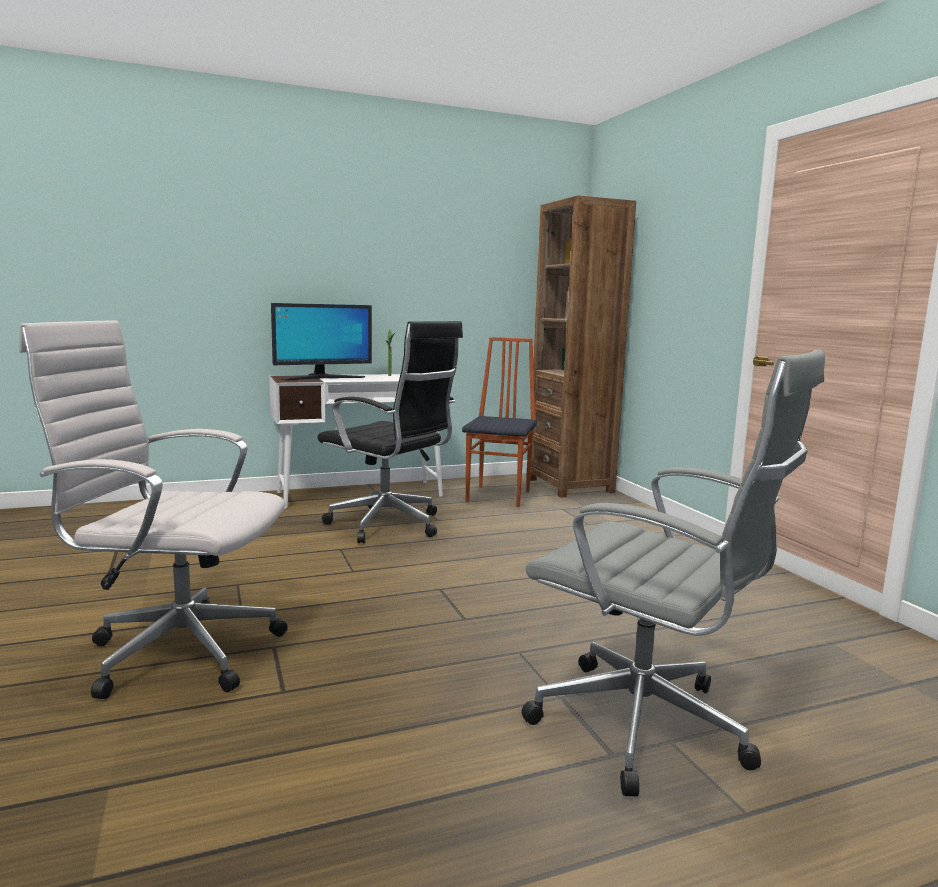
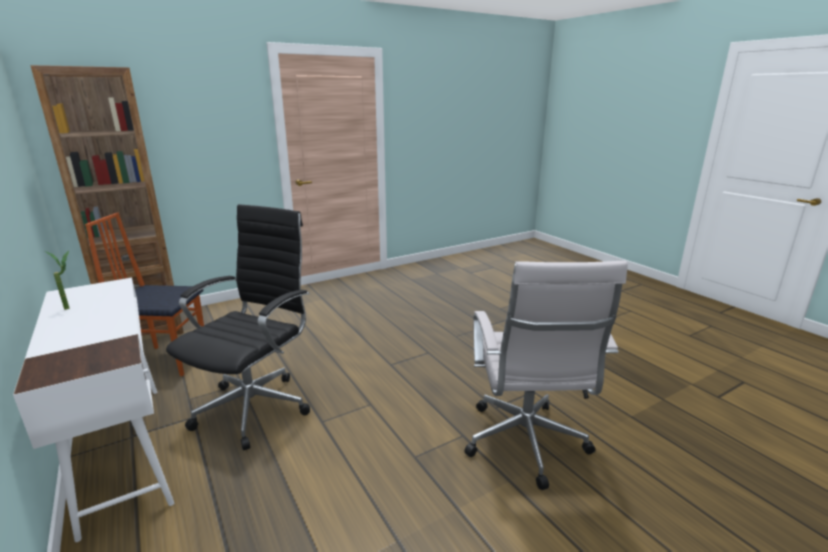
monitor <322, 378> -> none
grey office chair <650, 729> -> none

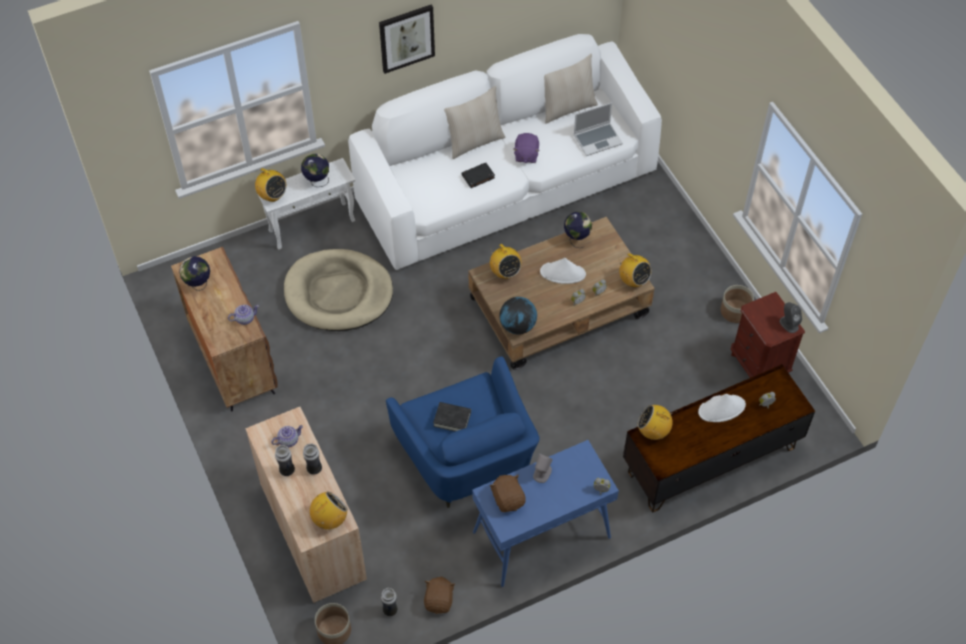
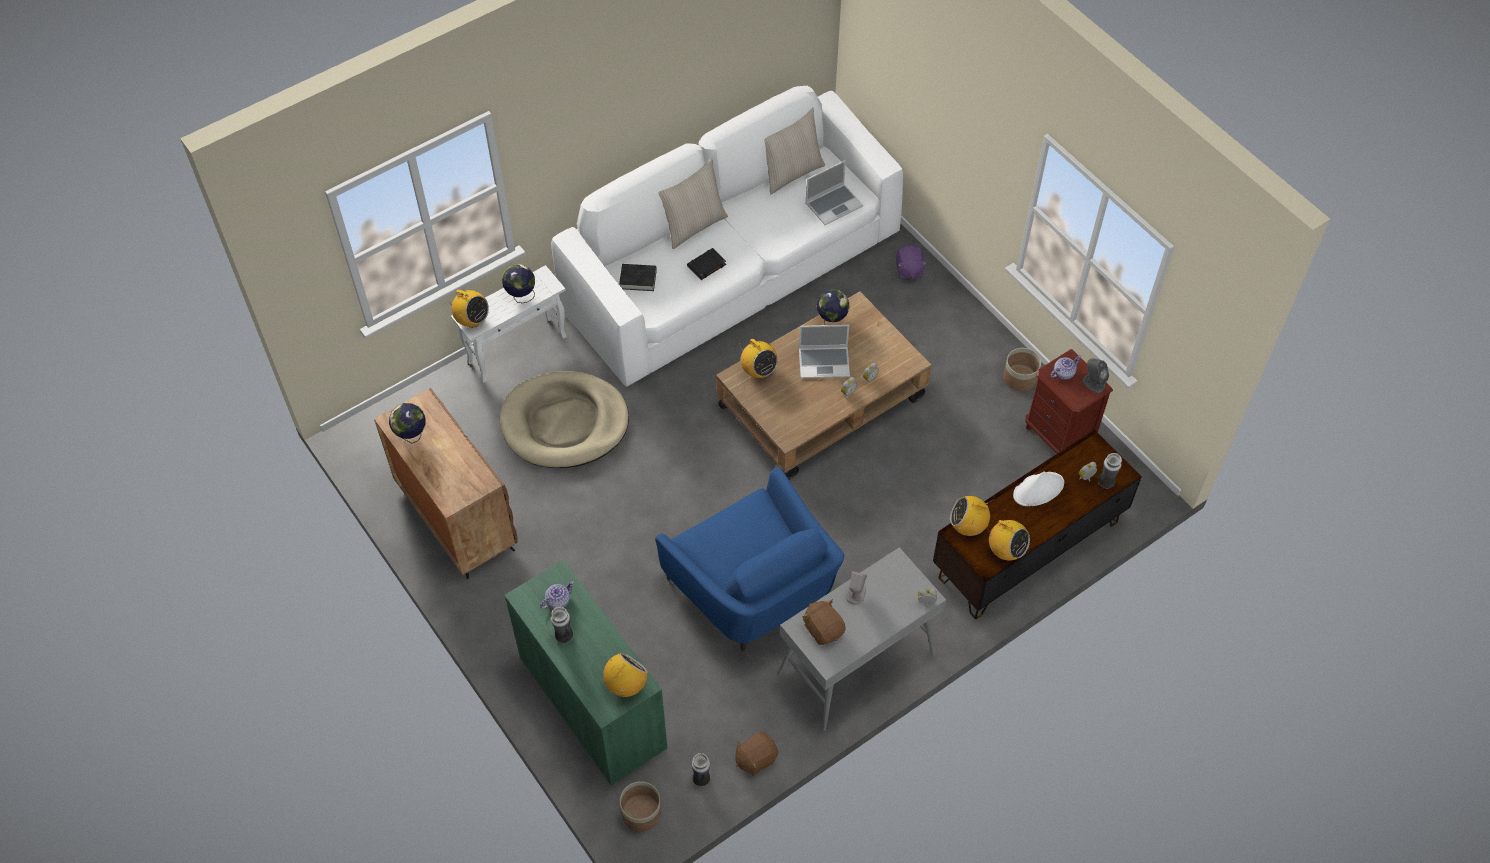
picture <406, 38> -> none
purple plush toy <526, 155> -> purple plush toy <908, 270>, move
radio <633, 280> -> radio <1005, 551>, move
white hat <563, 273> -> laptop <824, 362>
globe <518, 326> -> none
teapot <244, 318> -> teapot <1063, 373>, move
black book <452, 419> -> black book <638, 279>, move
beige cabinet <313, 531> -> green cabinet <593, 703>
blue console table <541, 536> -> grey console table <856, 666>
vase <314, 469> -> vase <1106, 483>, move
brown plush toy <439, 600> -> brown plush toy <755, 758>, 120 degrees counterclockwise

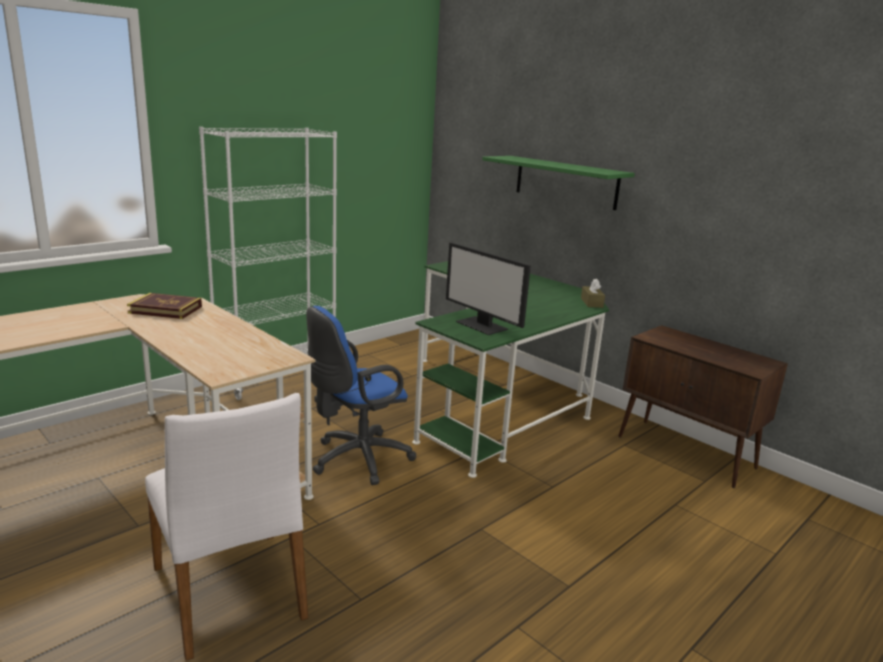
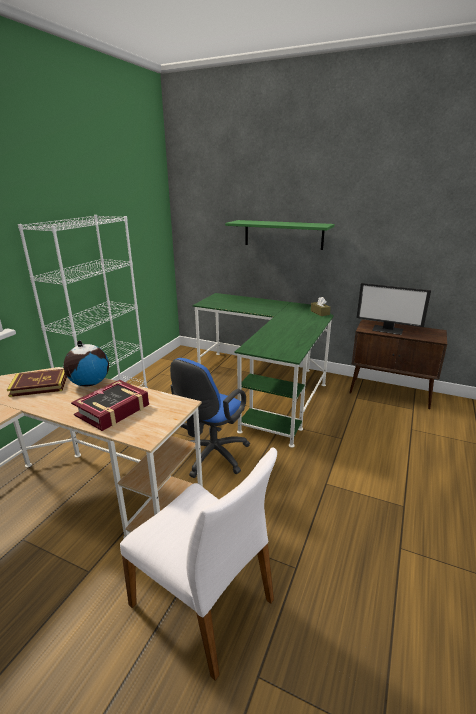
monitor <483, 325> -> monitor <388, 329>, move
none -> globe <89, 383>
none -> book <113, 410>

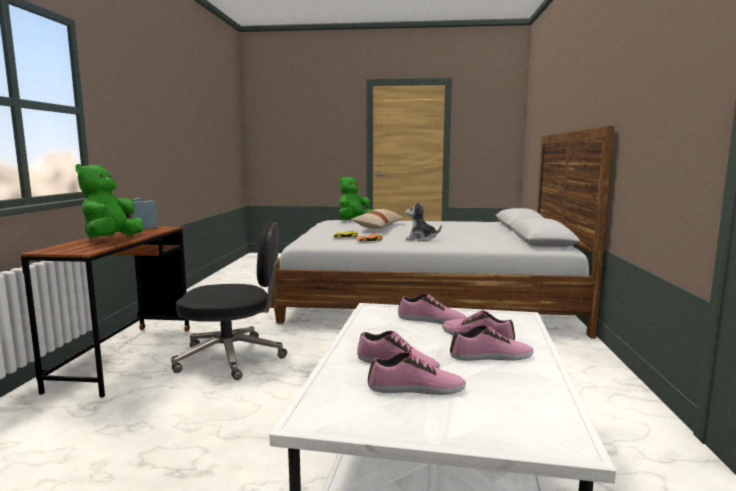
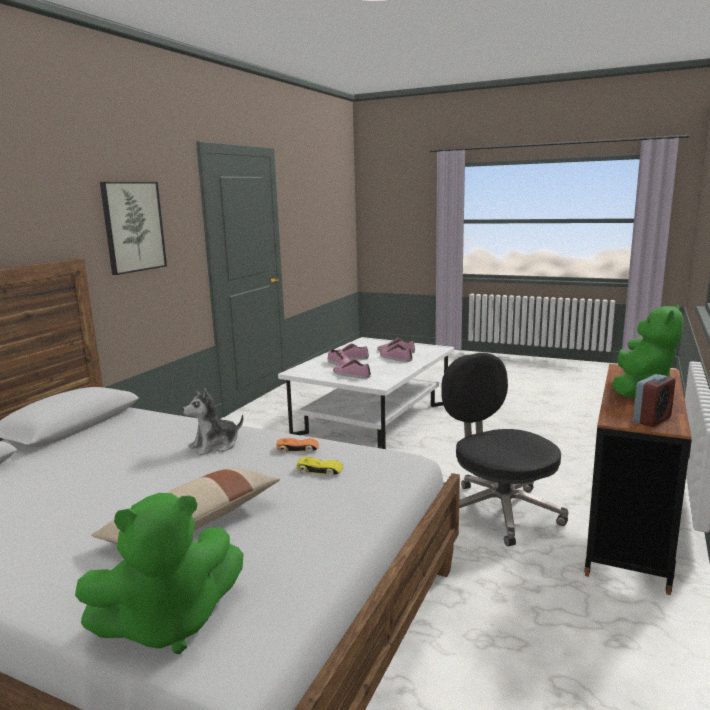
plush toy <421, 239> -> plush toy <215, 446>, 105 degrees clockwise
black office chair <232, 357> -> black office chair <499, 510>, 45 degrees clockwise
none -> picture <133, 226>

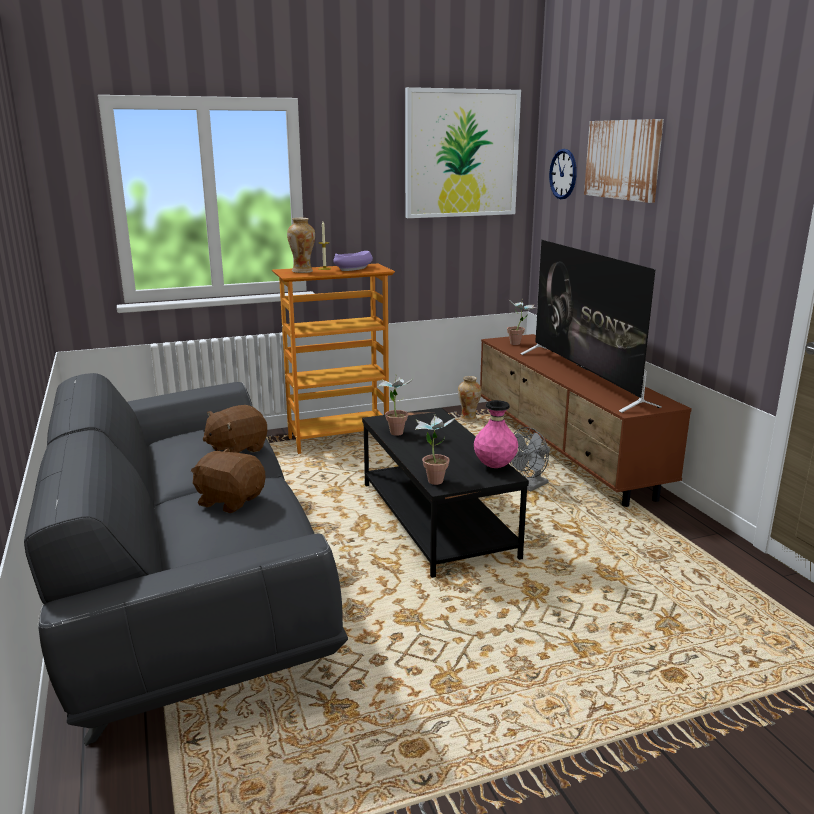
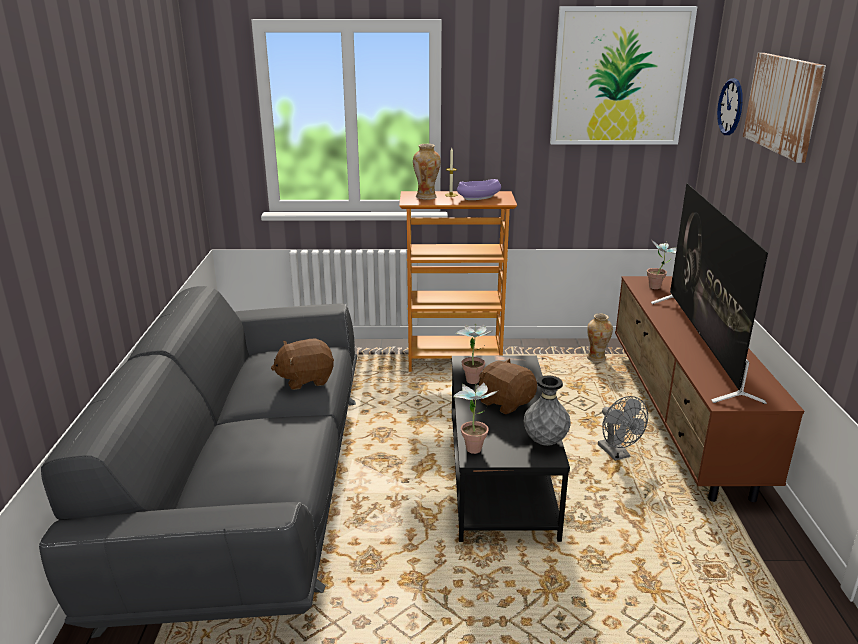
pink vase <495, 466> -> grey vase <545, 442>
grey fan <529, 487> -> grey fan <617, 454>, 90 degrees counterclockwise
brown plush toy <230, 501> -> brown plush toy <506, 402>, move

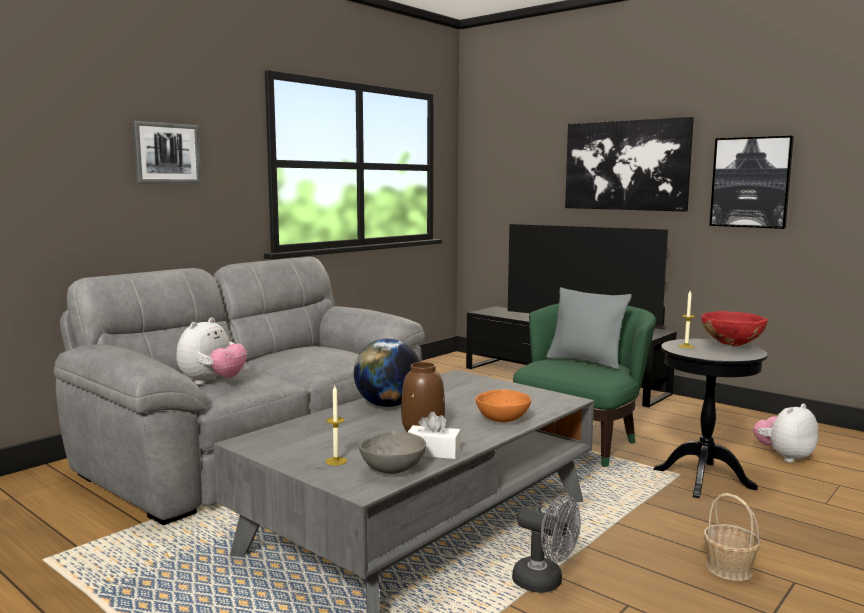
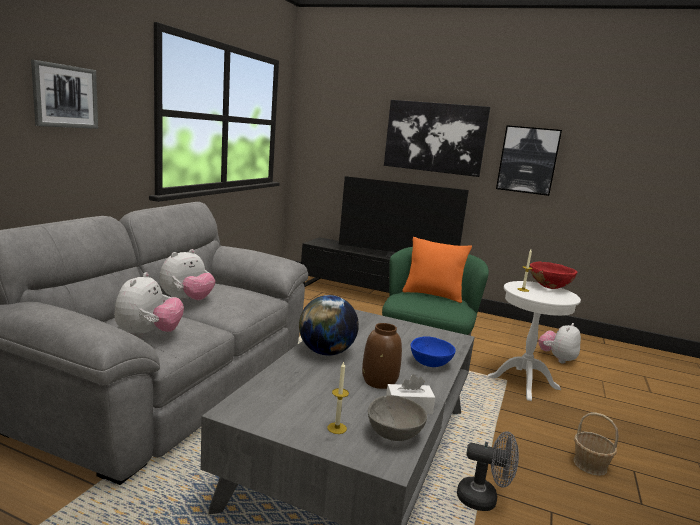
grey pillow <585, 361> -> orange pillow <432, 295>
black side table <703, 479> -> white side table <523, 383>
orange bowl <502, 420> -> blue bowl <430, 364>
none -> plush toy <187, 300>

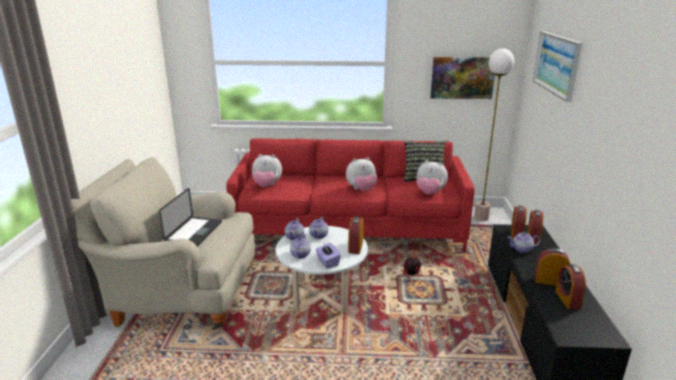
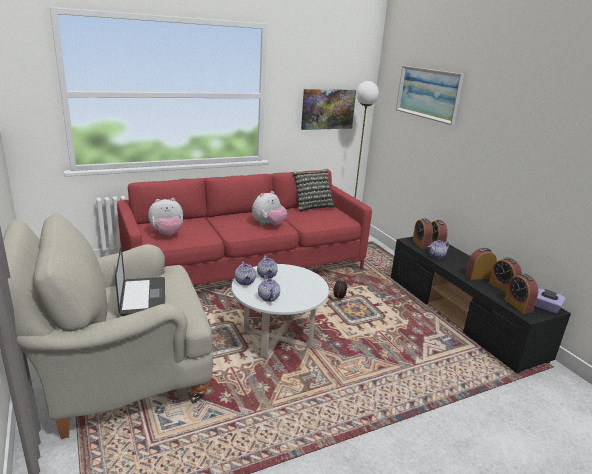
plush toy <429, 193> -> none
alarm clock <355, 247> -> alarm clock <518, 305>, move
purple tissue box <327, 262> -> purple tissue box <545, 307>, move

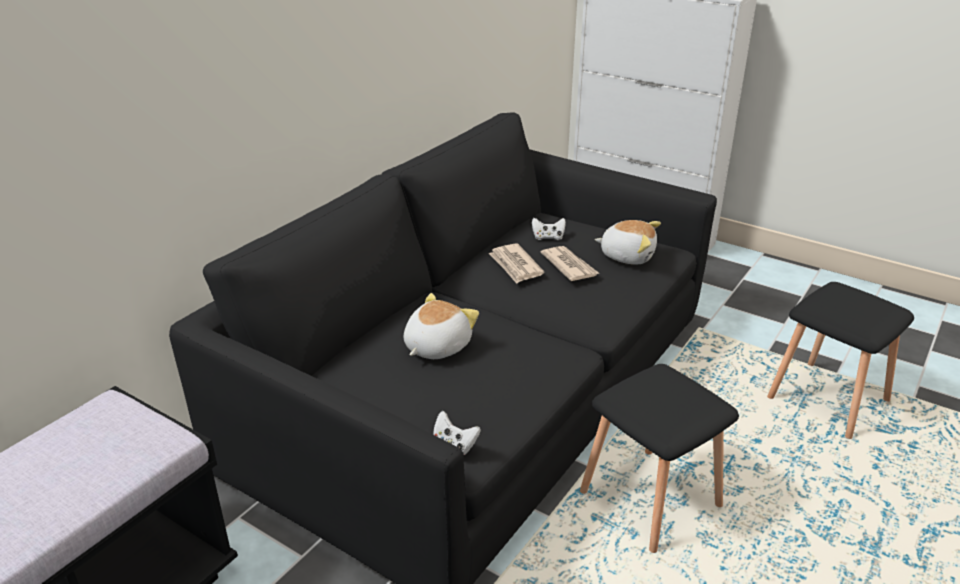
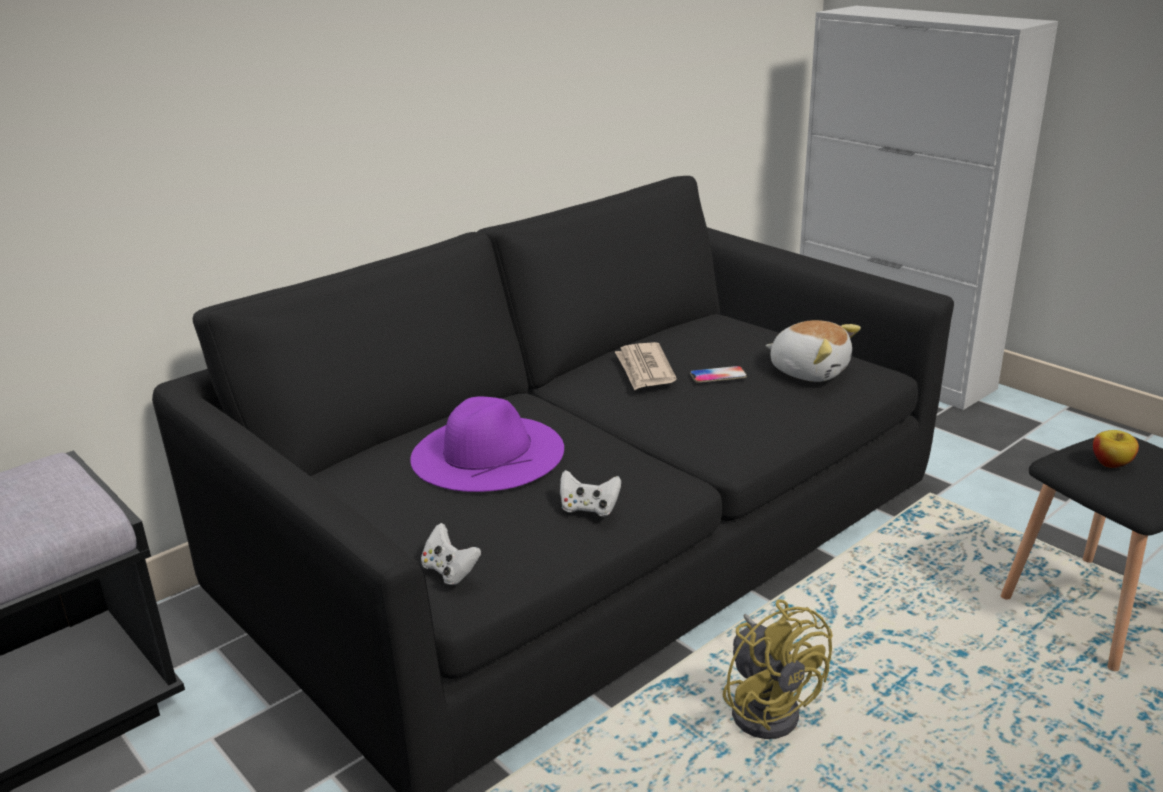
white game controller <548, 237> -> white game controller <589, 508>, move
newspaper <569, 266> -> phone <718, 375>
plush toy <436, 346> -> purple hat <487, 452>
black stool <651, 497> -> yellow fan <768, 706>
none -> apple <1111, 463>

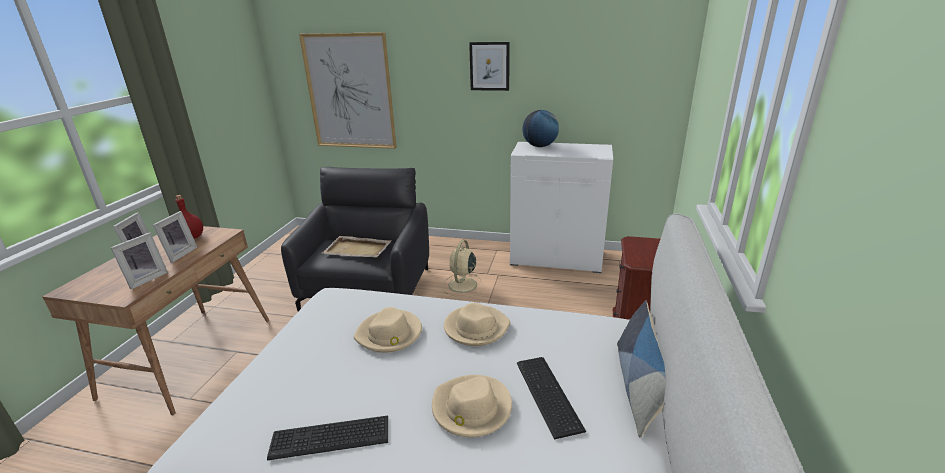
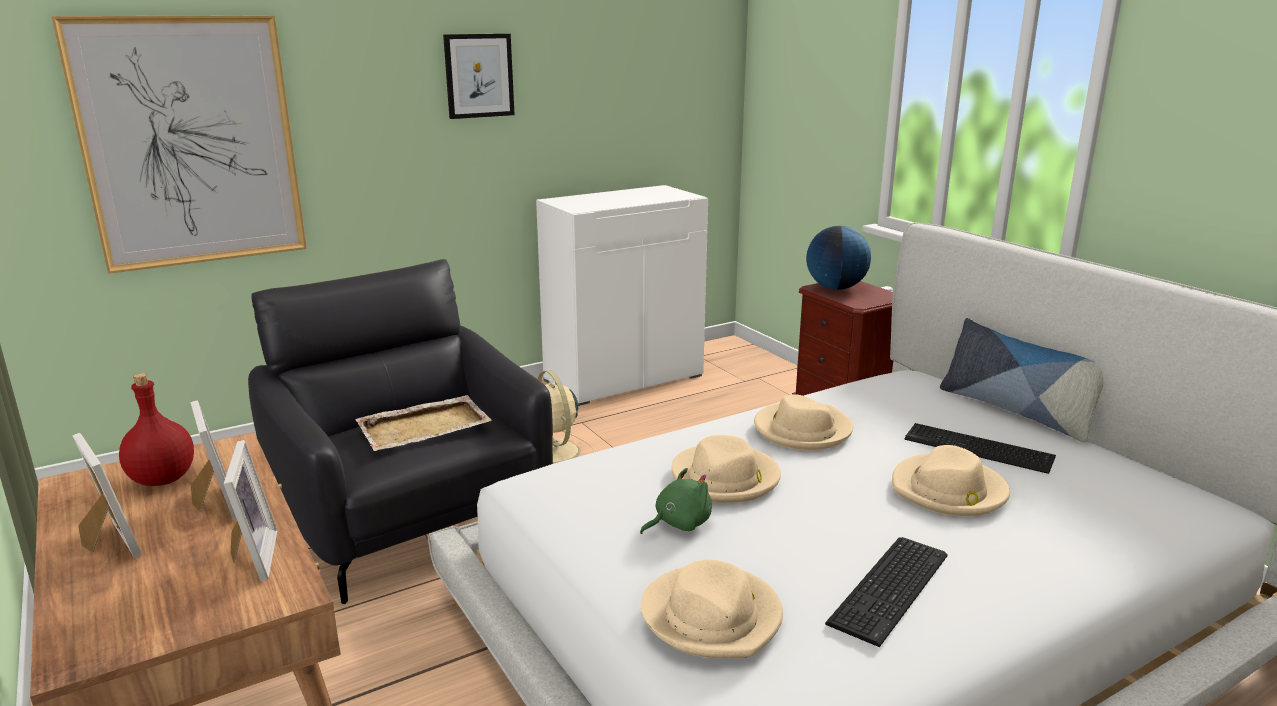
globe <539, 146> -> globe <835, 288>, move
none -> green plush toy <679, 524>
none -> beige hat <712, 616>

